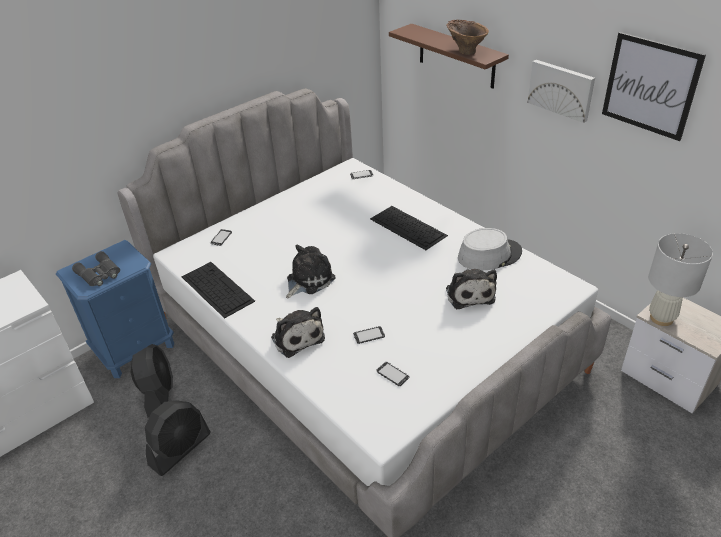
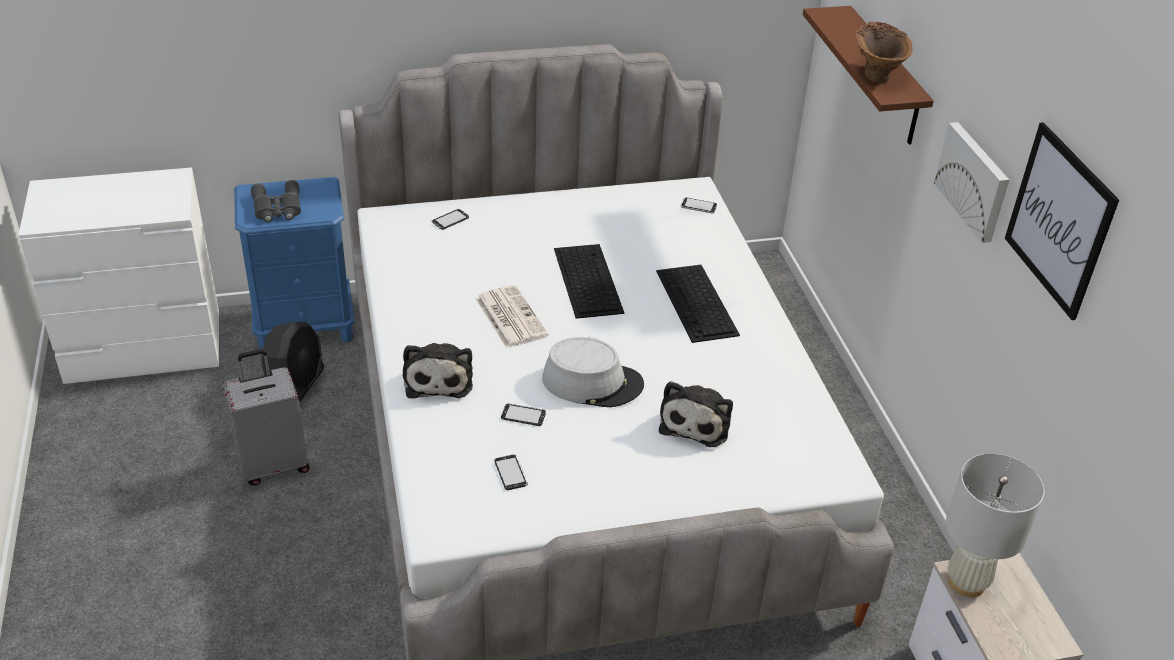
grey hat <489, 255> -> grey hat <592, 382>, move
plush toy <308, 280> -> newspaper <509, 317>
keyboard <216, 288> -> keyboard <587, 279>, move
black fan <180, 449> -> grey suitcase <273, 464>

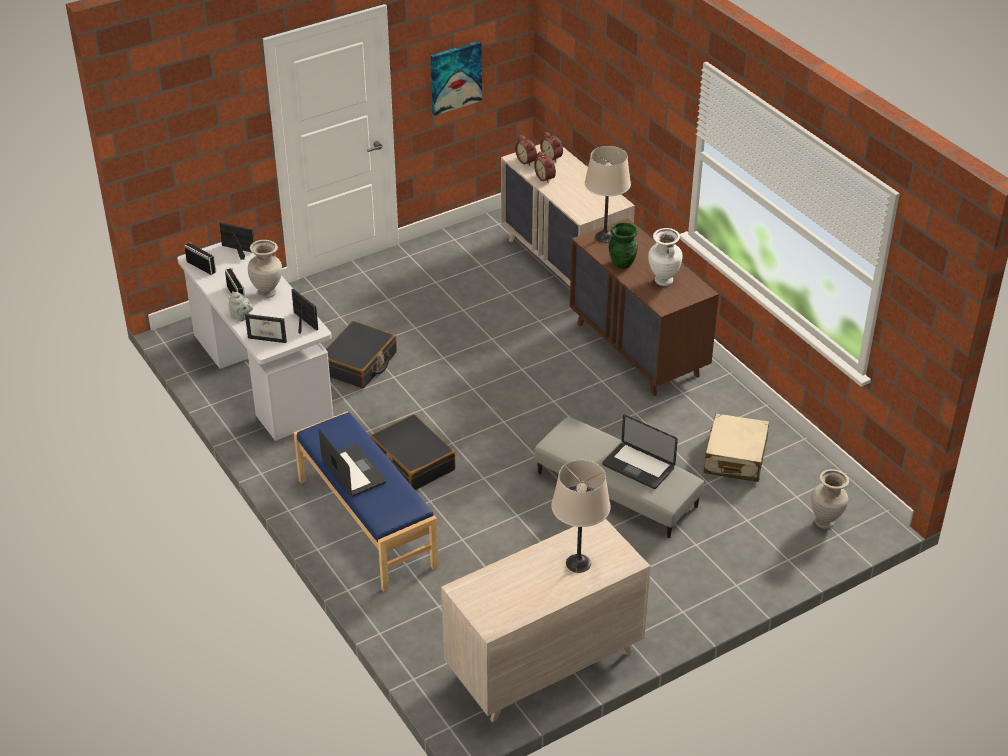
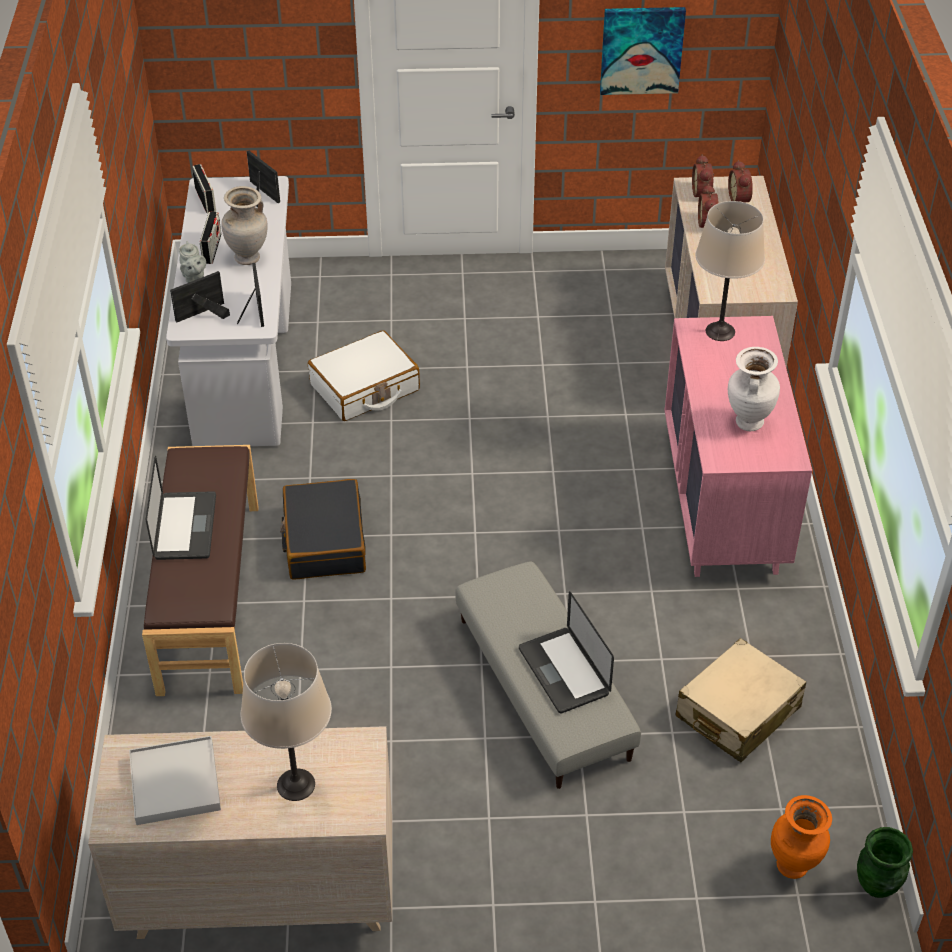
brown dresser <638, 350> -> pink dresser <723, 504>
green vase <622, 263> -> green vase <877, 885>, move
picture frame <269, 337> -> picture frame <201, 315>, 105 degrees clockwise
black suitcase <359, 364> -> white suitcase <365, 388>
blue bench <365, 523> -> brown bench <208, 596>
beige vase <825, 522> -> orange vase <793, 867>
none -> white tray <175, 783>

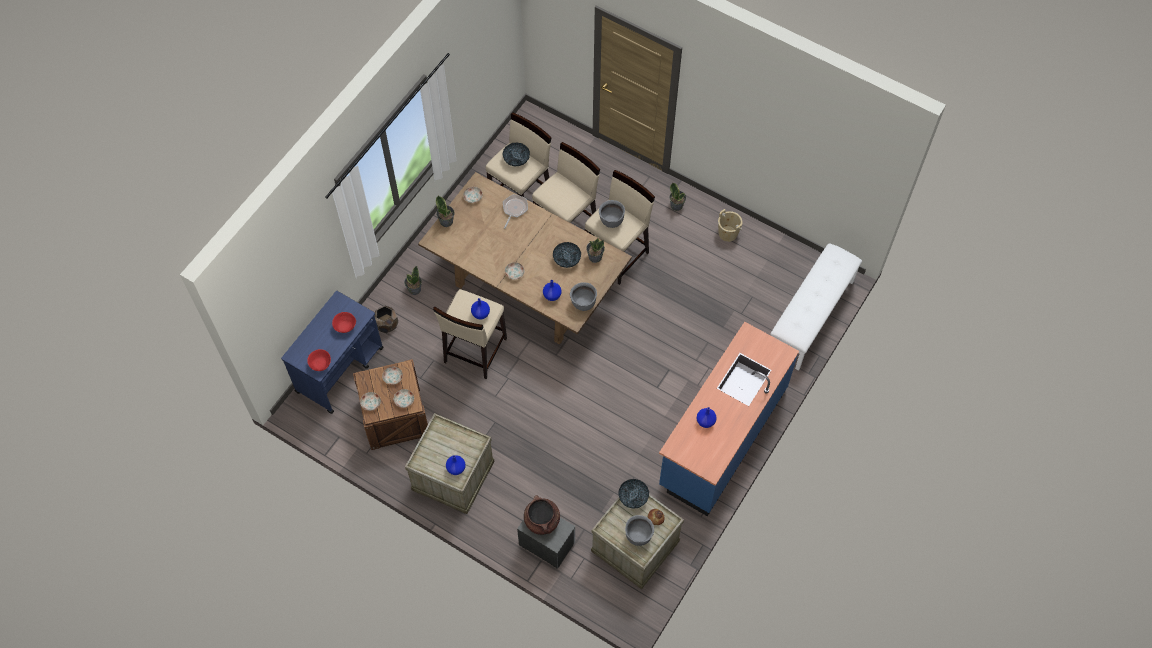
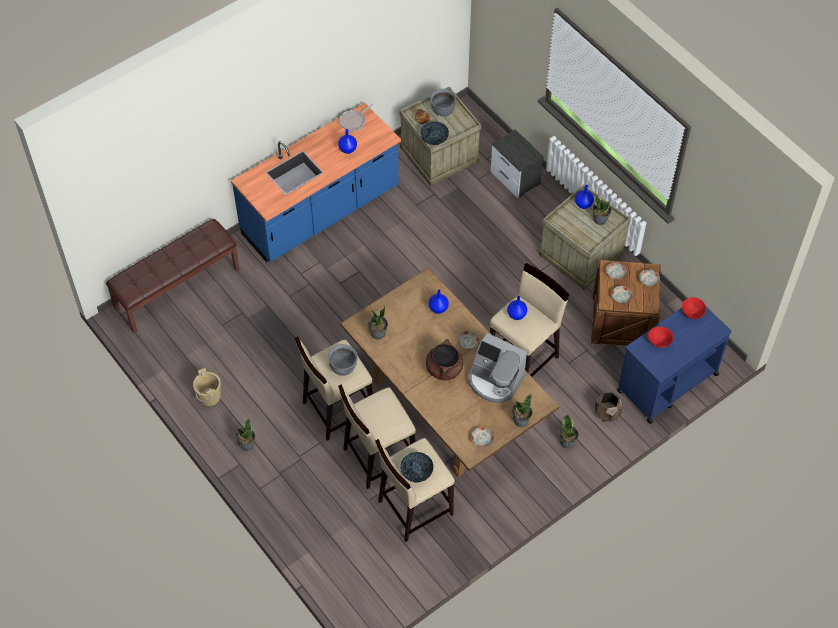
frying pan <514, 209> -> frying pan <354, 121>, move
bowl <566, 259> -> none
white bench <811, 317> -> brown bench <177, 288>
grey cooking pot <583, 303> -> none
brown cooking pot <542, 521> -> brown cooking pot <444, 369>, move
none -> potted plant <600, 219>
none -> coffee machine <495, 380>

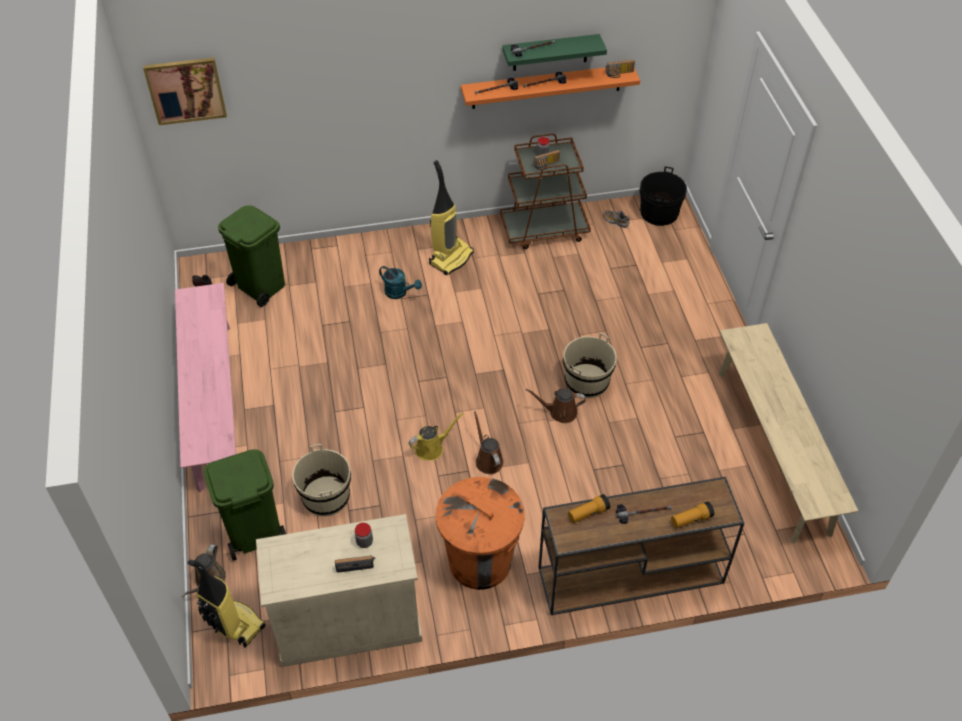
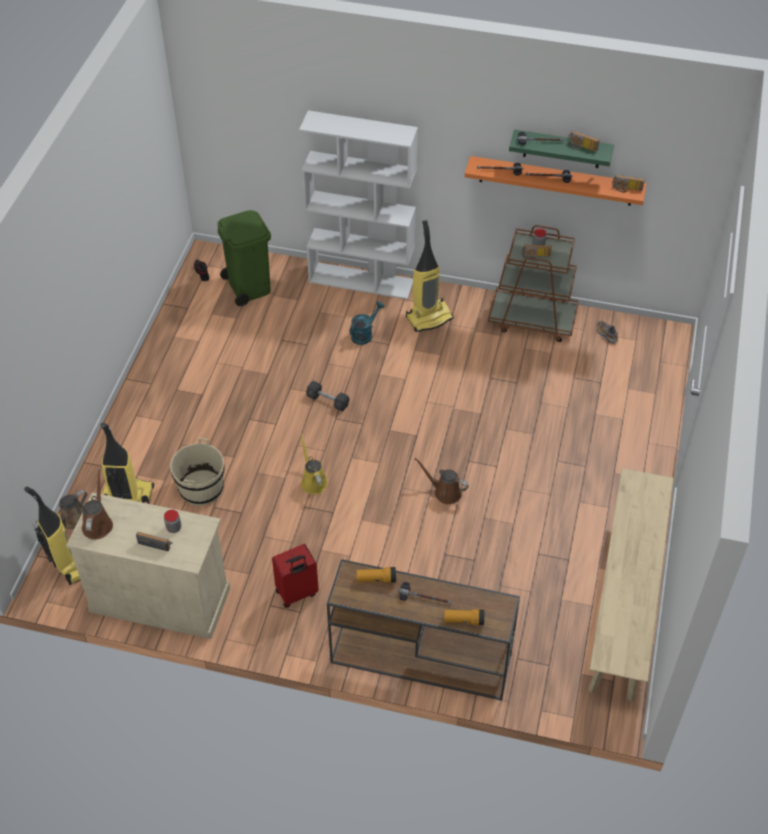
picture <186, 90> -> none
black bucket <659, 213> -> none
turquoise watering can <399, 293> -> turquoise watering can <364, 334>, 105 degrees counterclockwise
pink bench <214, 404> -> none
beige bucket <586, 381> -> none
brown watering can <488, 460> -> brown watering can <98, 523>, move
yellow watering can <432, 448> -> yellow watering can <313, 481>, 105 degrees counterclockwise
green trash can <254, 532> -> vacuum cleaner <127, 495>
orange trash can <480, 562> -> red suitcase <297, 594>
none -> white bookcase <362, 280>
none -> radio <581, 147>
none -> grey dumbbell <328, 401>

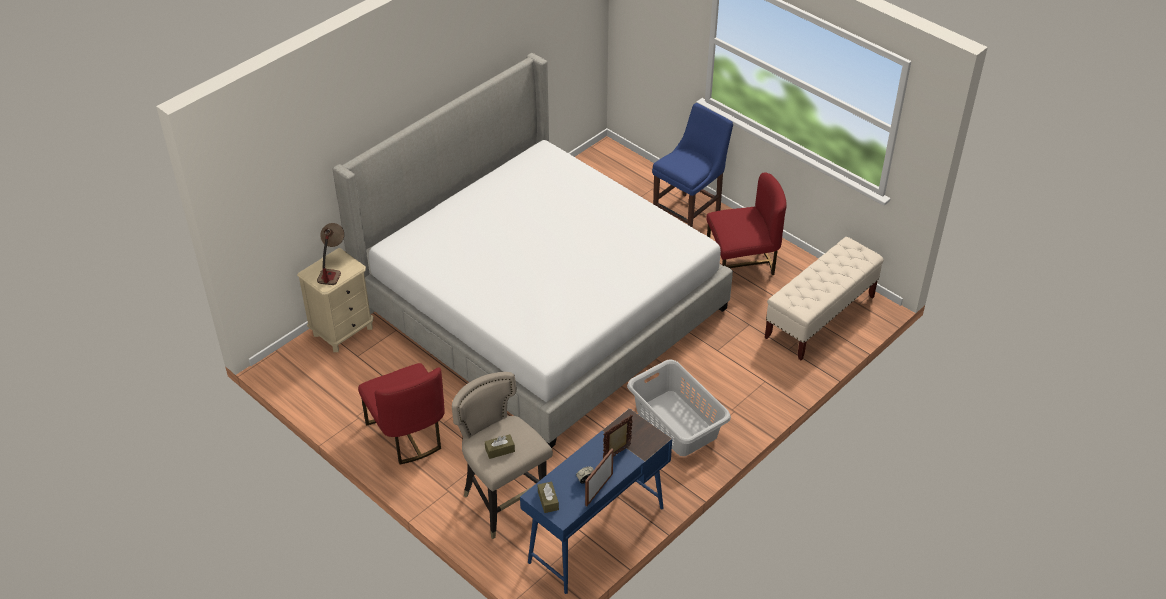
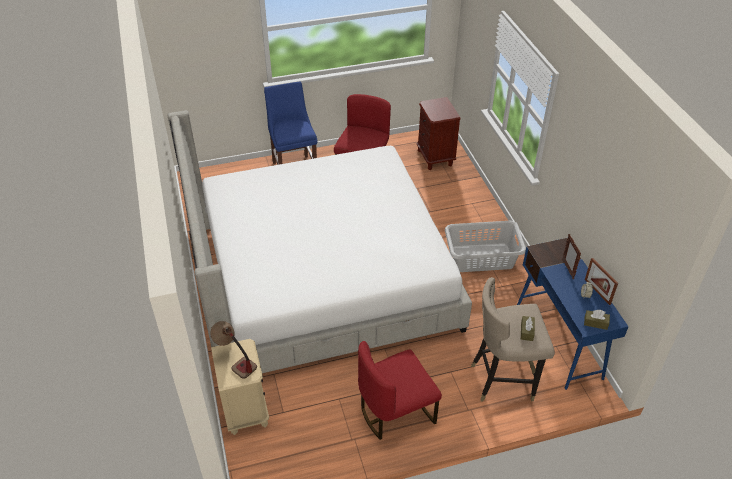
beige bench <819, 317> -> brown nightstand <435, 158>
red chair <407, 434> -> red chair <395, 412>, 150 degrees clockwise

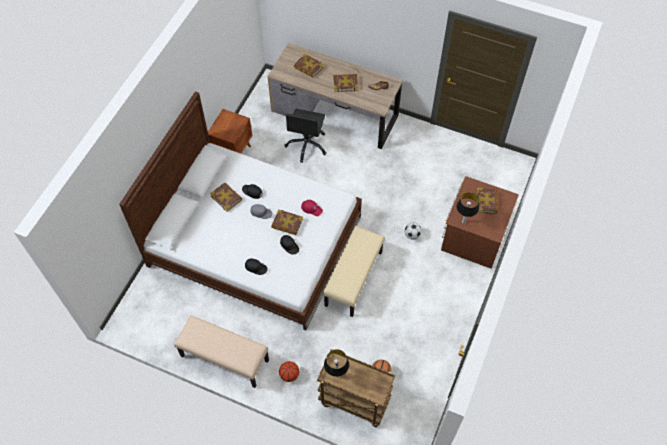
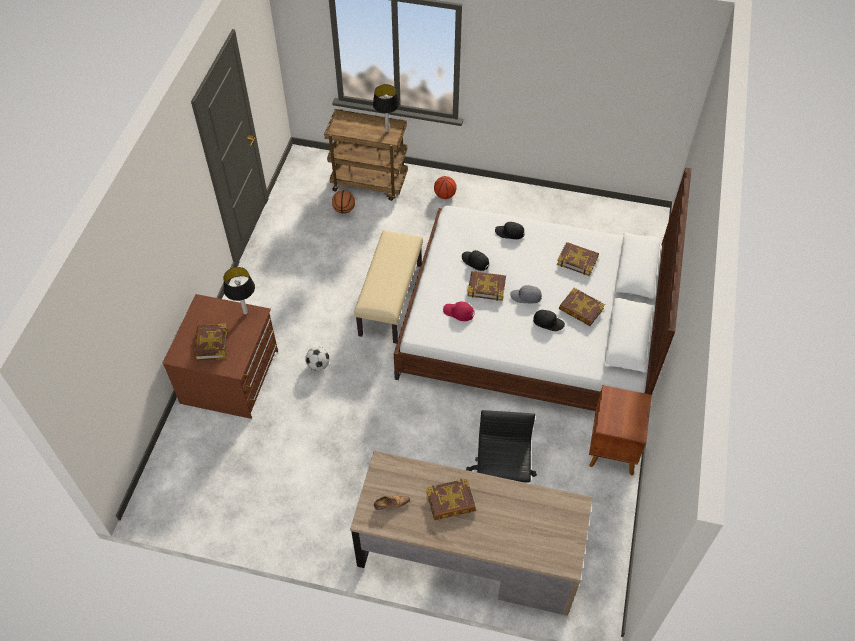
book <308, 67> -> book <577, 260>, move
beige bench <224, 358> -> none

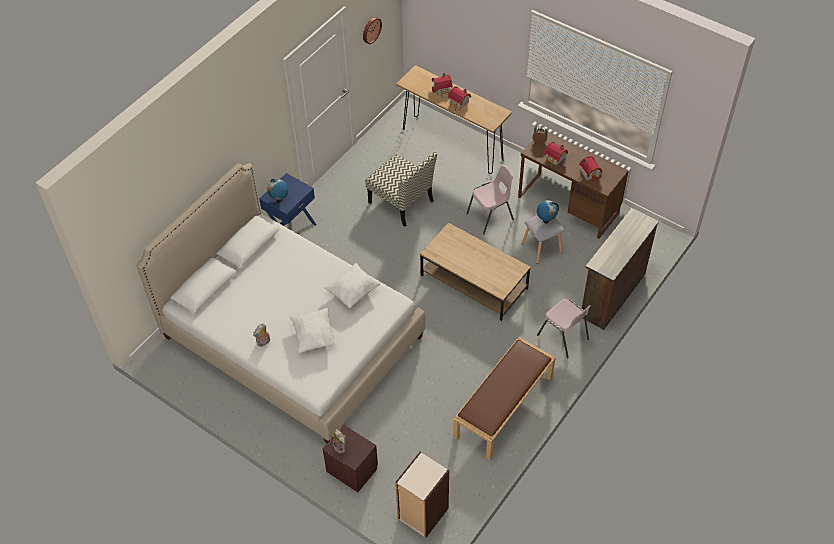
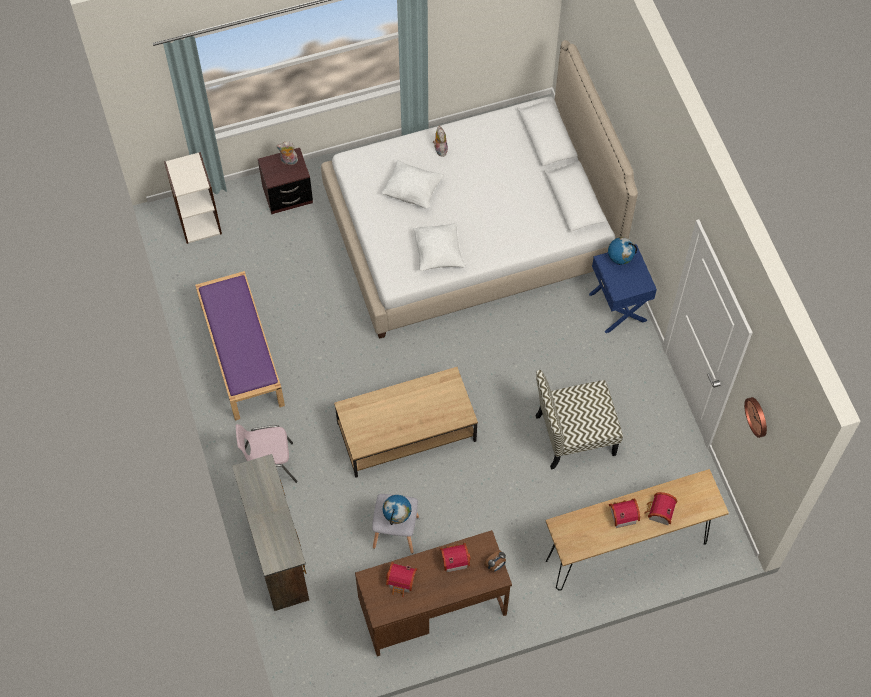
pink chair <491, 217> -> none
brown bench <503, 407> -> purple bench <241, 354>

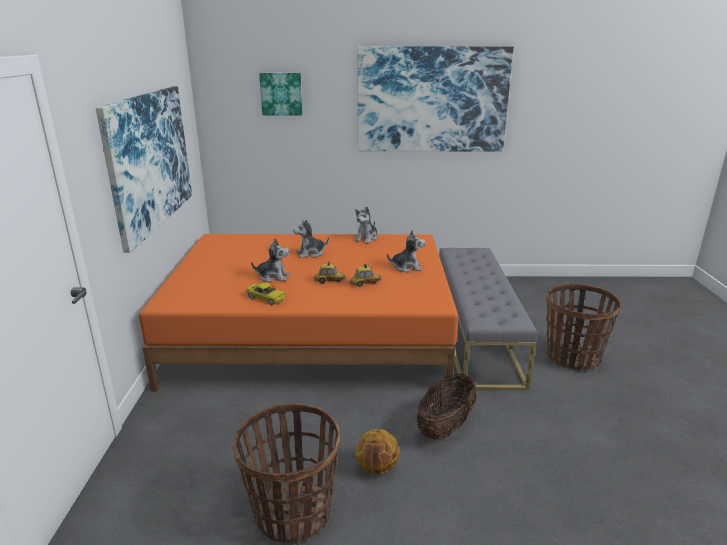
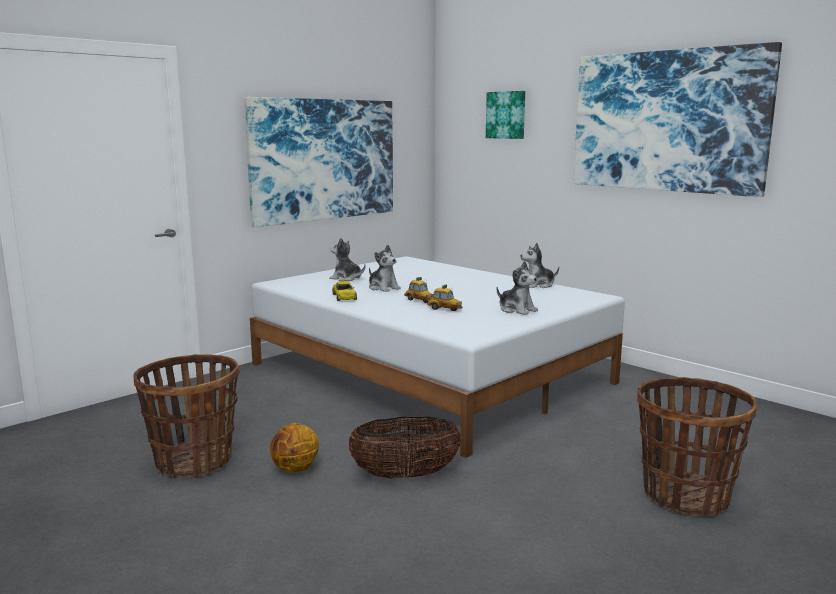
plush toy <311, 253> -> plush toy <346, 278>, move
orange bed <311, 334> -> white bed <429, 373>
grey bench <475, 334> -> none

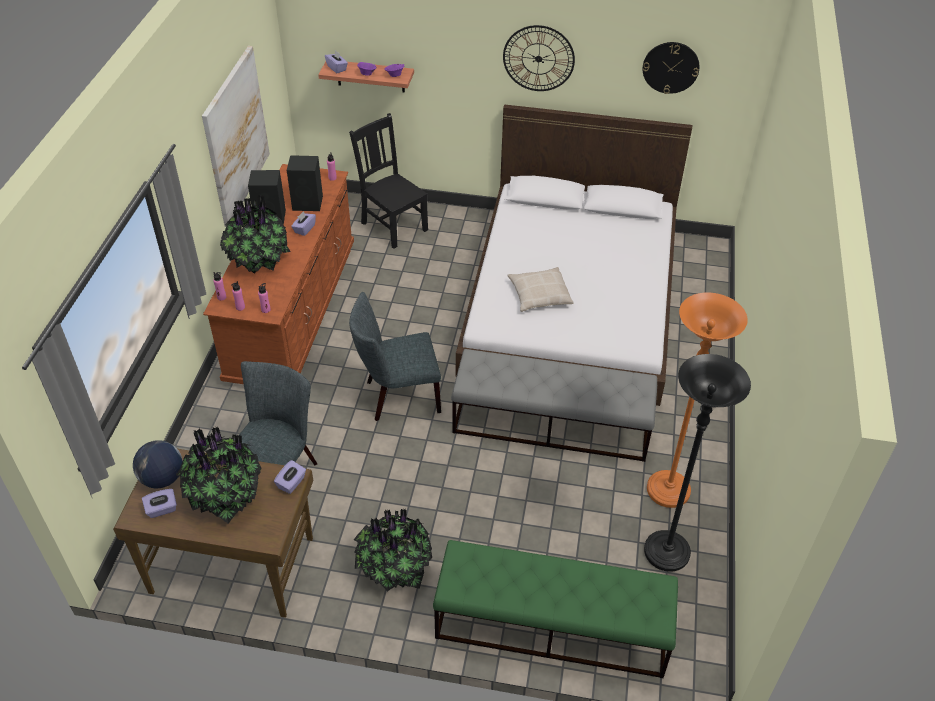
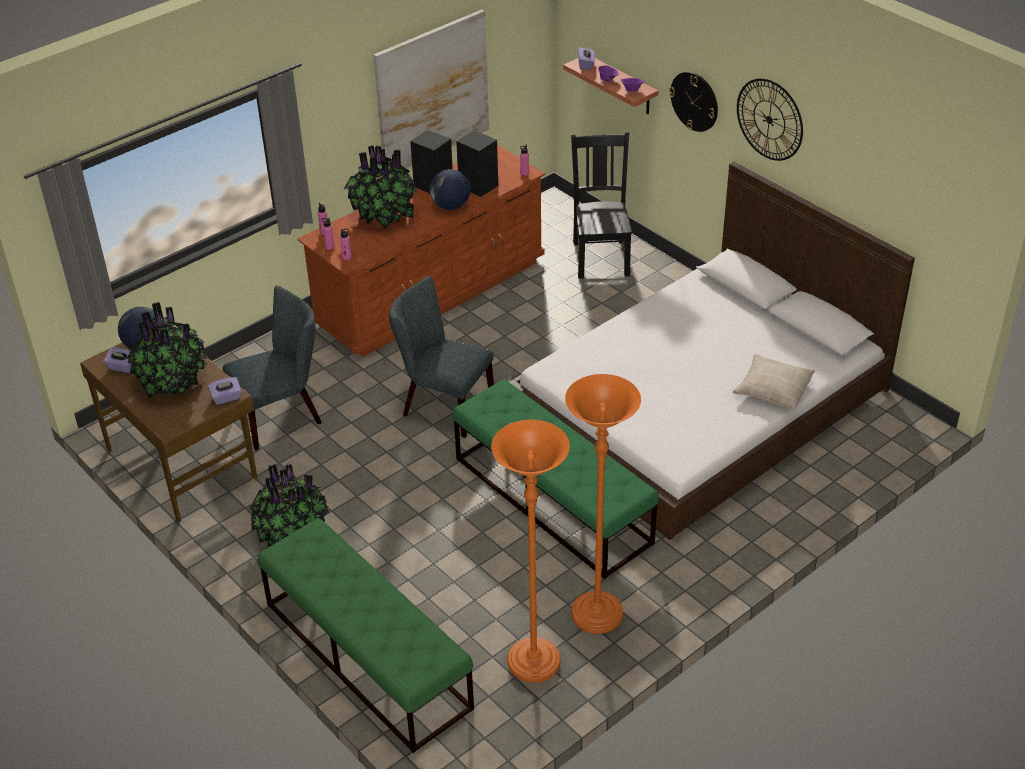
wall clock <670, 67> -> wall clock <694, 101>, move
purple tissue box <304, 229> -> globe <450, 206>
beige pillow <539, 295> -> beige pillow <773, 389>, move
grey bench <552, 424> -> green bench <552, 500>
black floor lamp <666, 552> -> orange floor lamp <534, 662>

